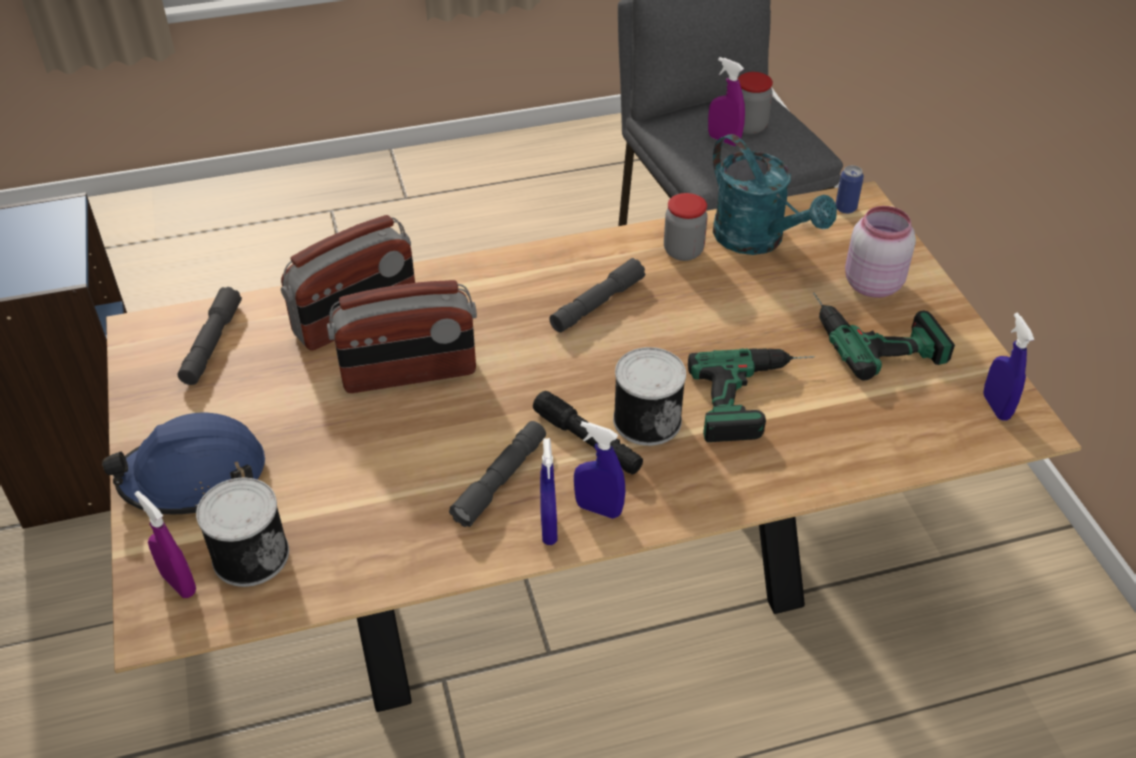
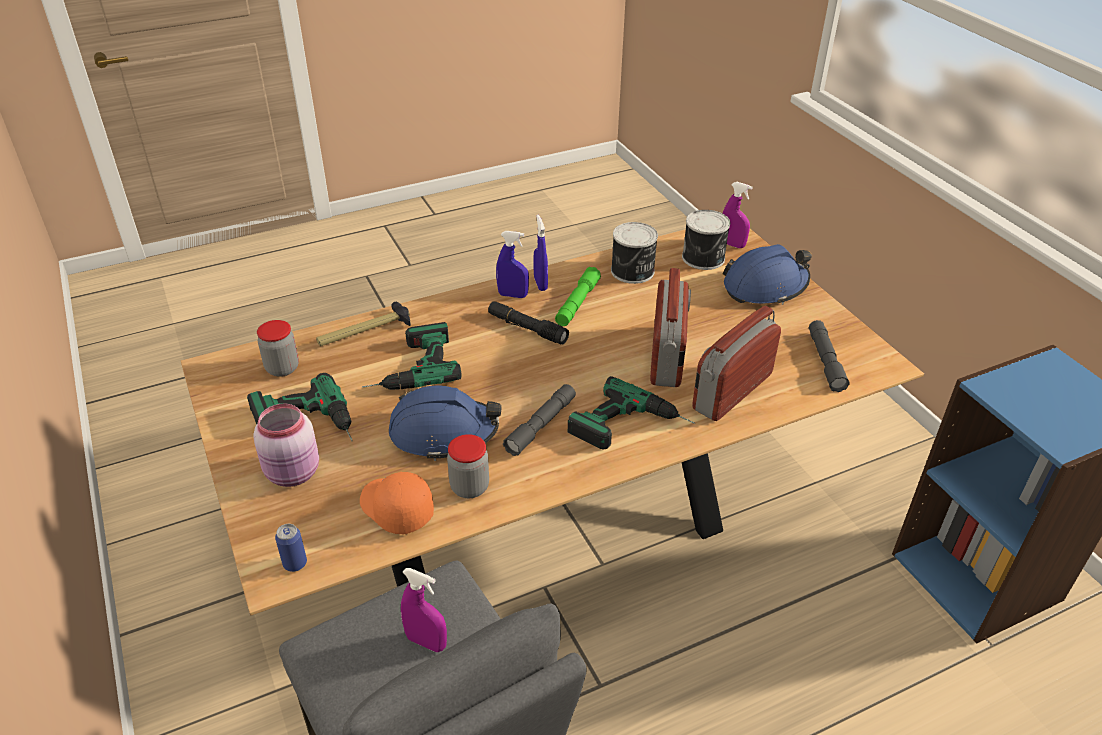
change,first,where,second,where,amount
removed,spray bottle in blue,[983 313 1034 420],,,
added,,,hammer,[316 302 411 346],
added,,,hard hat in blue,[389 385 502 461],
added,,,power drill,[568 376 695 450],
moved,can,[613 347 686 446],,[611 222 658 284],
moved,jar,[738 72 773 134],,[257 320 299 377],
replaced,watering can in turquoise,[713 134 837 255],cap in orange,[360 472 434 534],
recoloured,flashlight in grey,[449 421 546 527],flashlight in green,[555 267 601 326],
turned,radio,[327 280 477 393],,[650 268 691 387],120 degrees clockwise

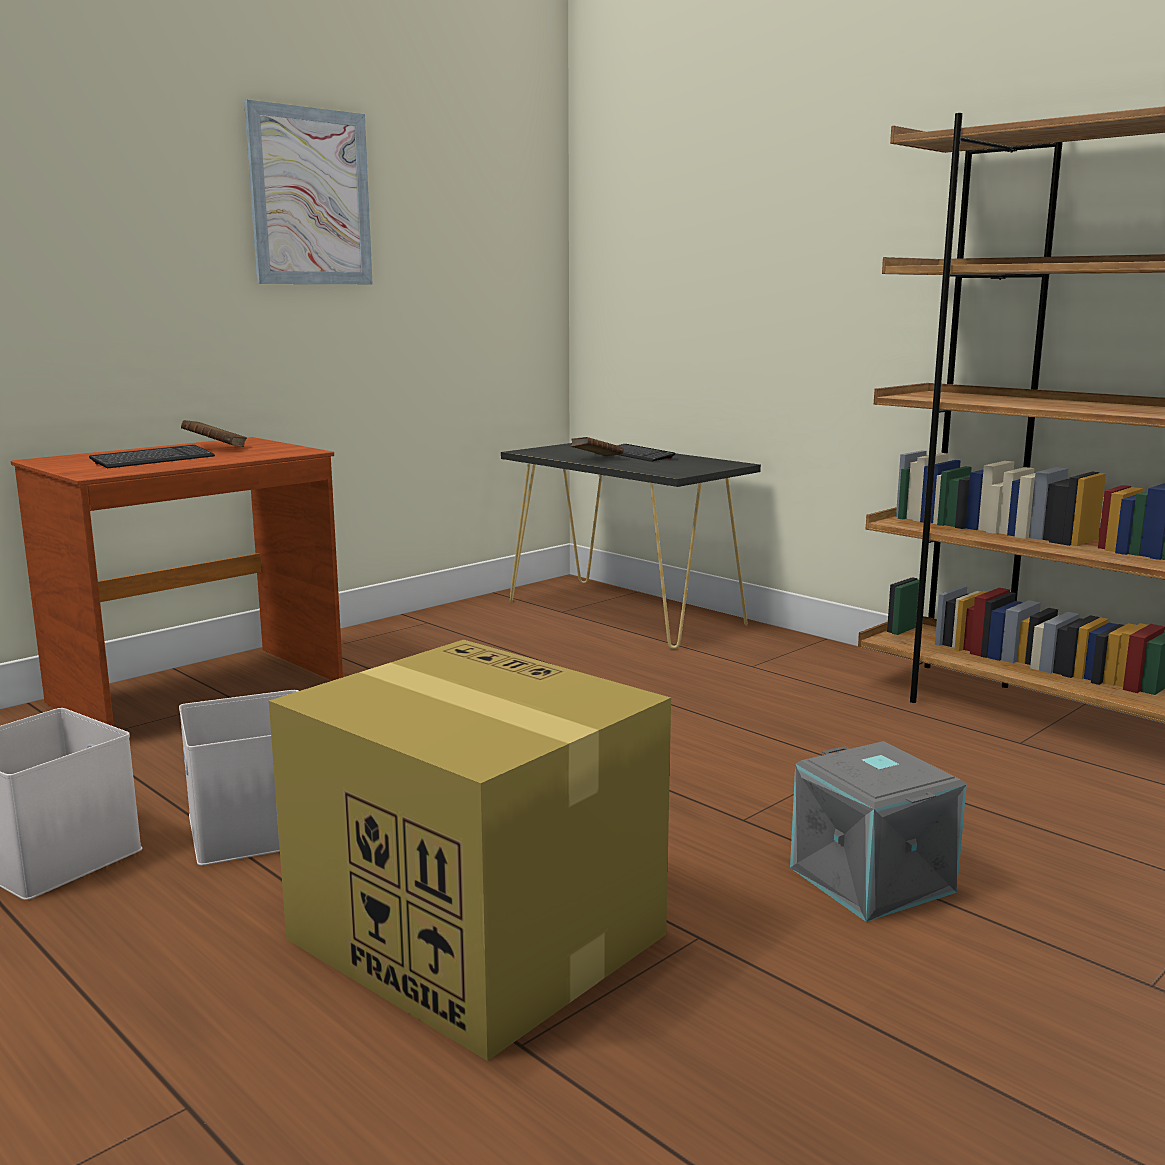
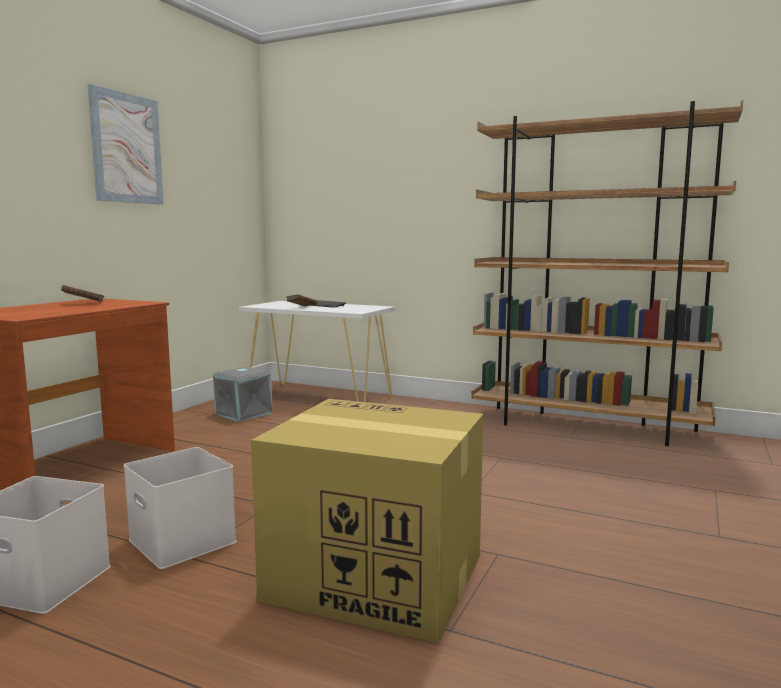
change,first,where,second,where,amount
removed,keyboard,[89 445 215 468],,,
moved,storage box in grey,[790 741 967 922],,[213 367 272 422],
recoloured,console table in black,[501 443 761 649],console table in white,[239 301 395 402],

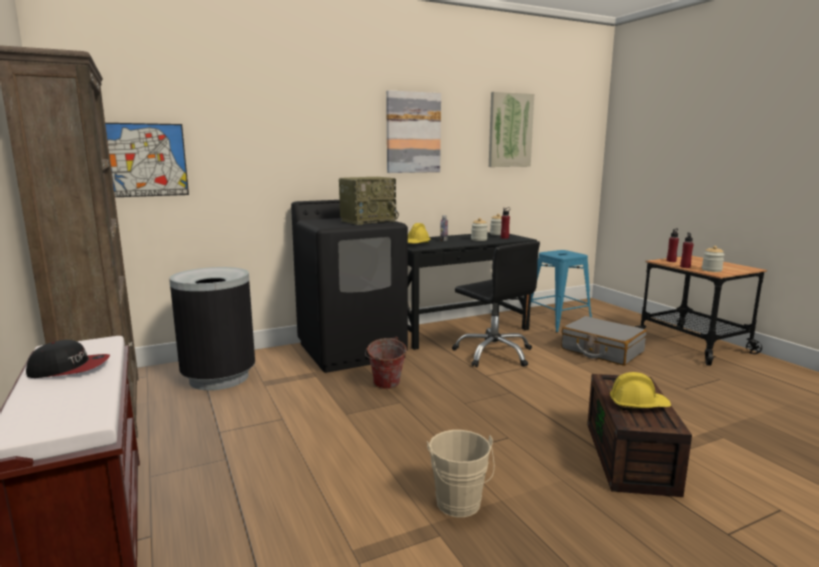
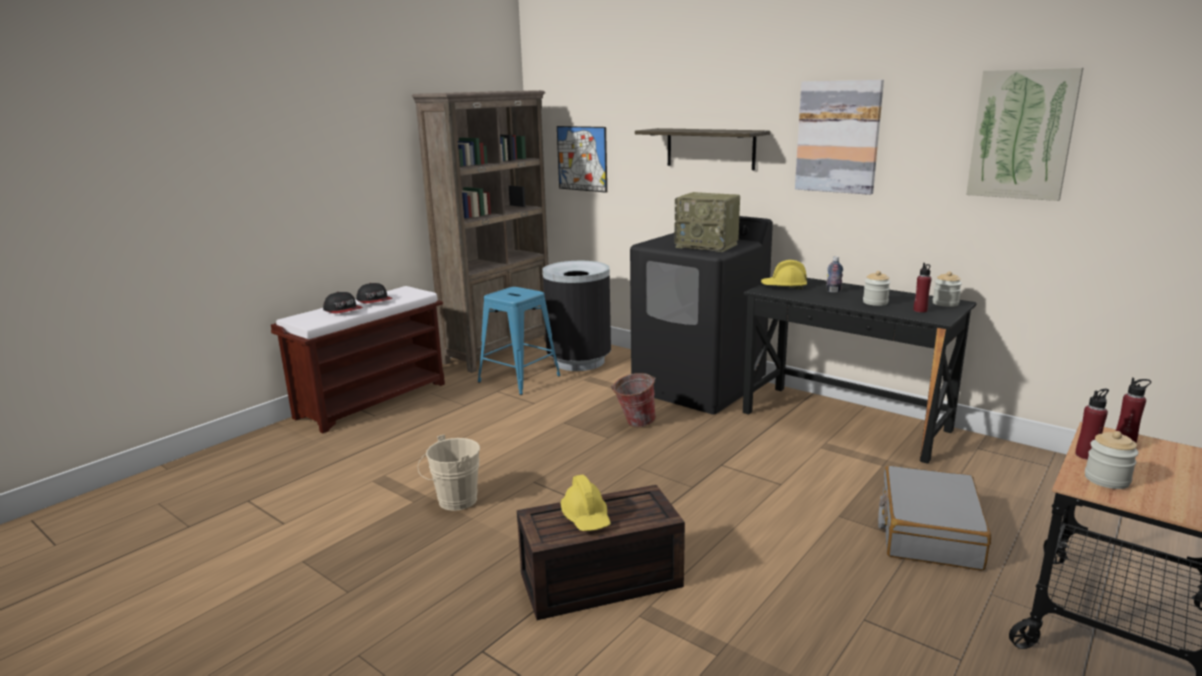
change,first,where,second,where,amount
removed,office chair in black,[452 241 540 367],,,
added,,,cap,[323 292 363 313],
added,,,shelf,[635 128 770 170],
moved,stool in blue,[531 250 592 332],,[478 287 561 395],

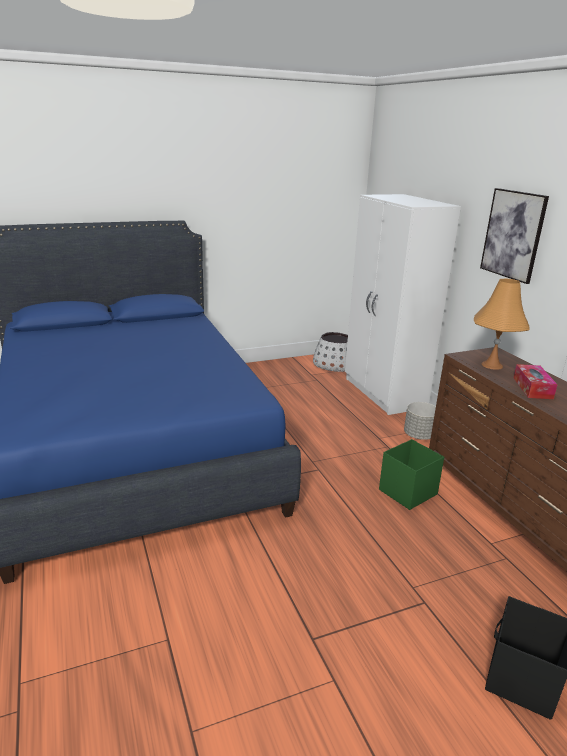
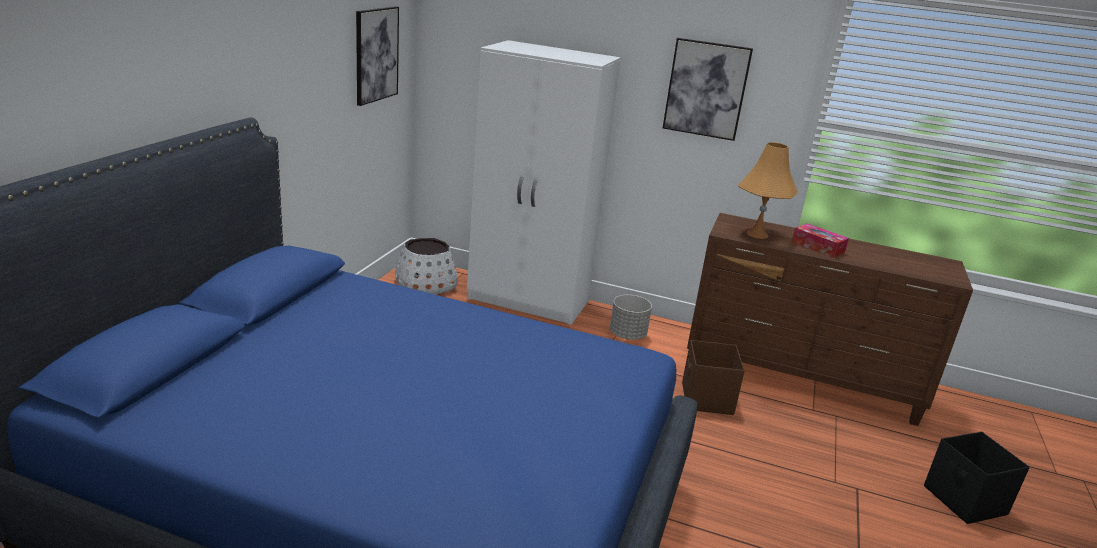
change,first,where,second,where,amount
added,,,picture,[356 6 399 106],
recoloured,storage box in green,[379 439 444 510],storage box in brown,[682 340 745 415],

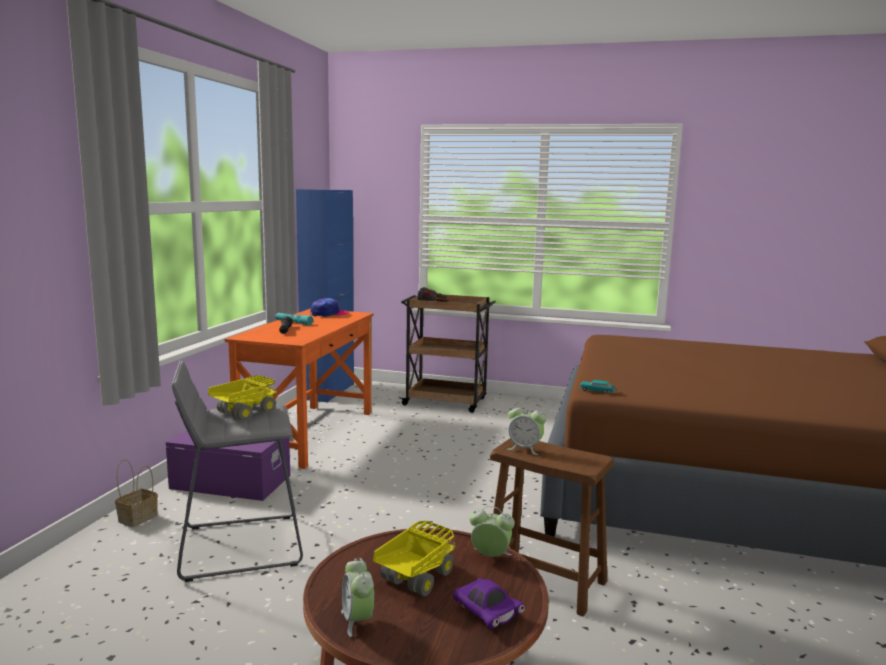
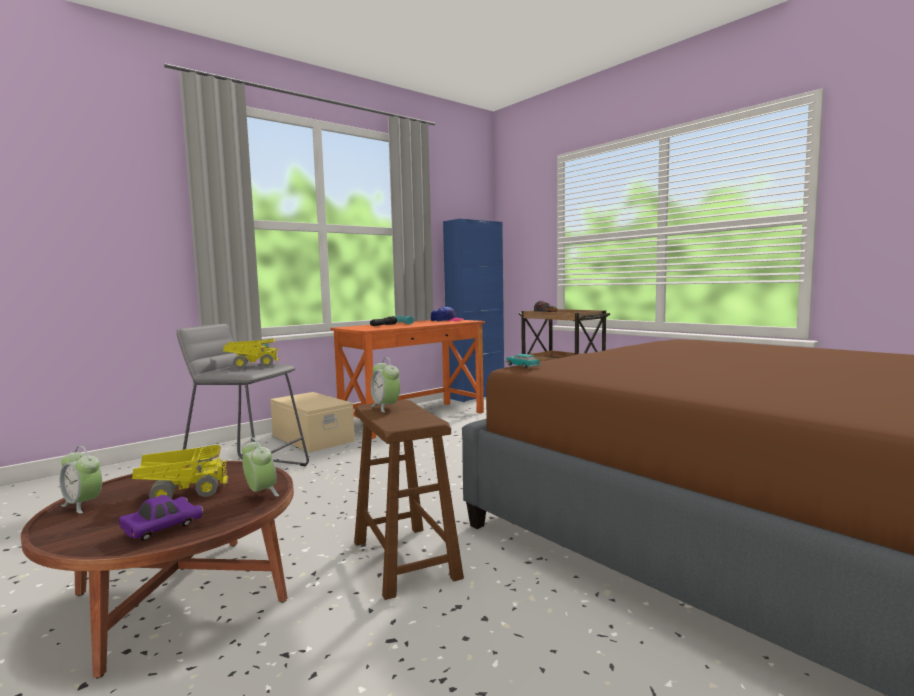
change,first,where,second,where,amount
removed,basket,[115 459 158 527],,,
recoloured,storage box in purple,[166 430 290 501],storage box in beige,[270 392 355 453],
turned,alarm clock,[341 558 374 637],,[60 446 102 513],75 degrees counterclockwise
turned,toy car in purple,[453 578 525 629],,[119 495 203 541],135 degrees counterclockwise

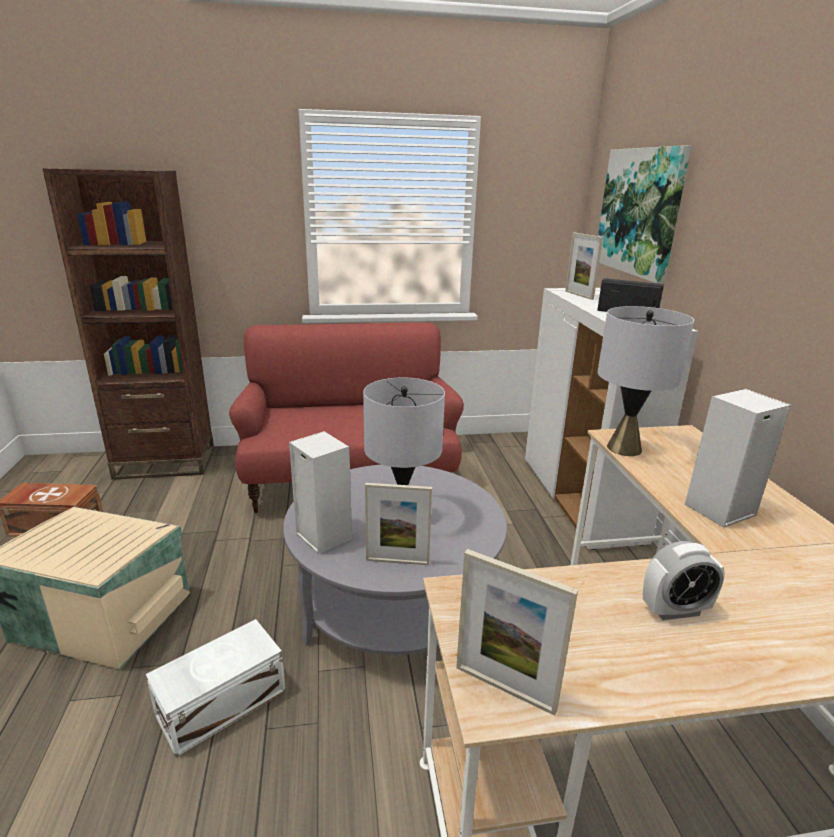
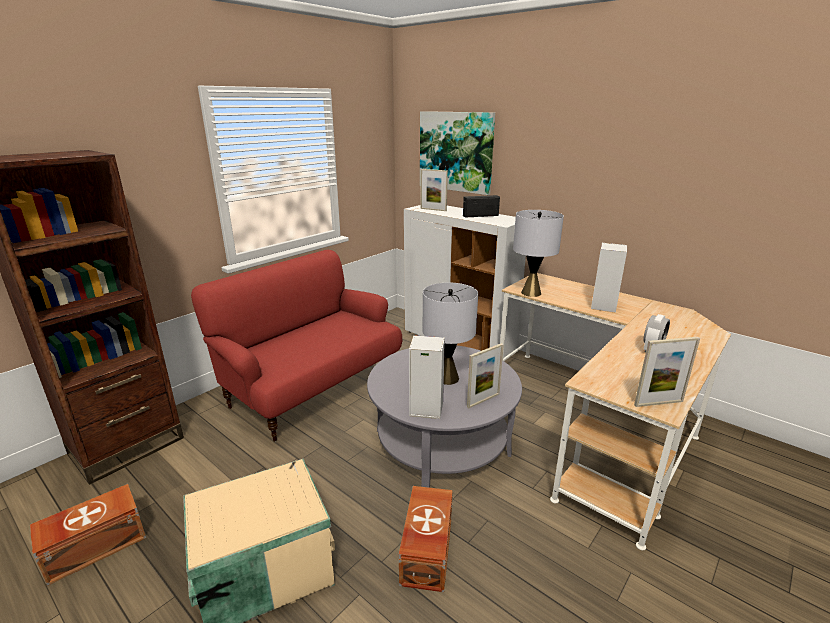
change,first,where,second,where,amount
recoloured,storage box in white,[145 619 286 757],storage box in brown,[399 486 453 592],

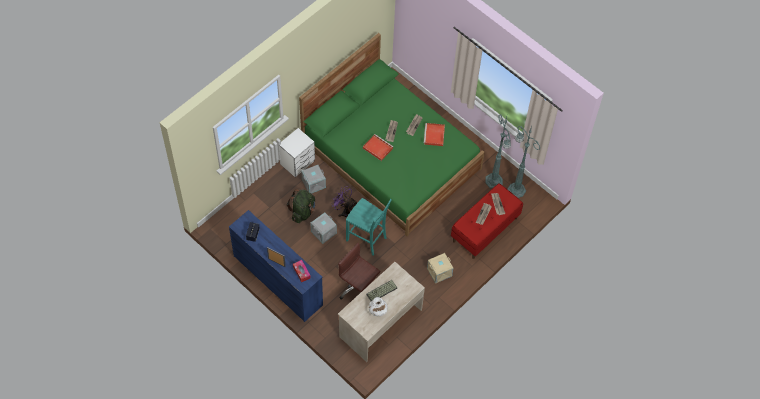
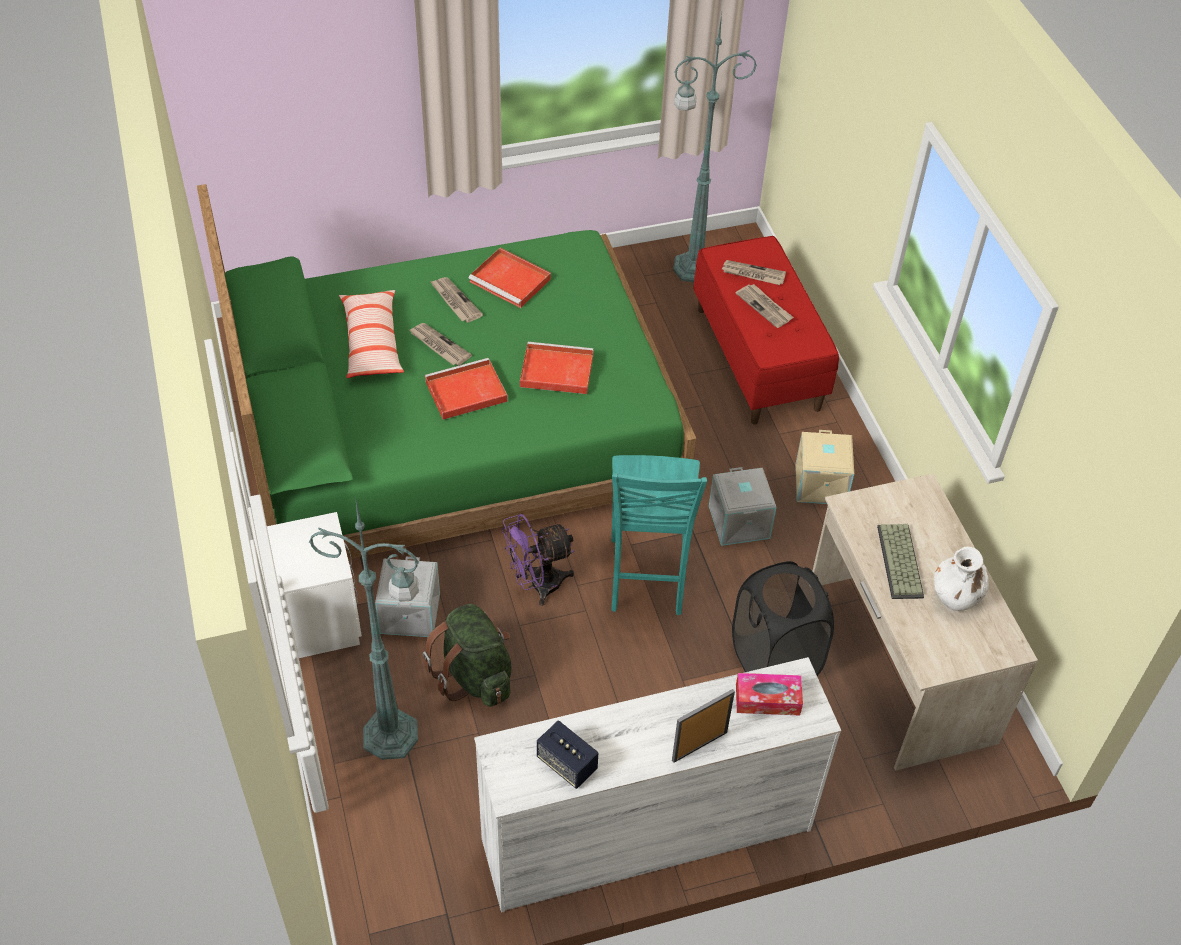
change,first,where,second,where,amount
added,,,pillow,[339 290 404 378],
added,,,tray in red,[520 342 594 394],
moved,storage box in grey,[310 212 337 244],,[709 467 777 546],
moved,floor lamp in green,[485 114 511 188],,[309 496 419 760],
replaced,office chair in brown,[338 243 380 300],laundry basket in black,[732 561 834 676],
recoloured,dresser in blue,[229 210 323 322],dresser in white,[474 657 841 913],
turned,chair in turquoise,[346 198 392 256],,[611 455 707 615],120 degrees clockwise

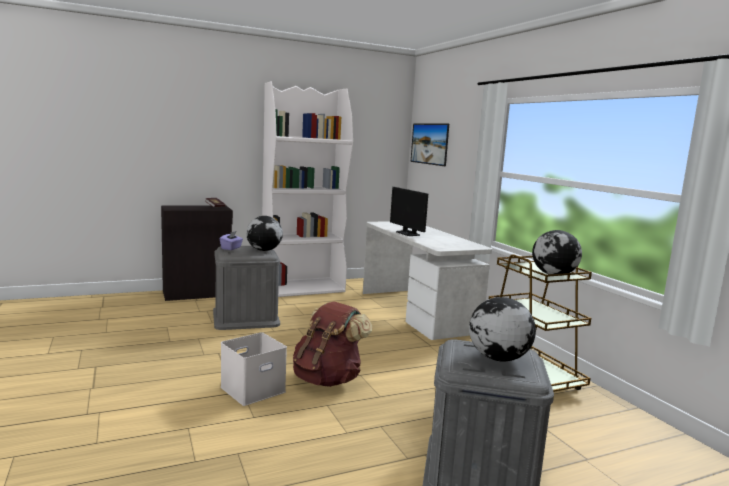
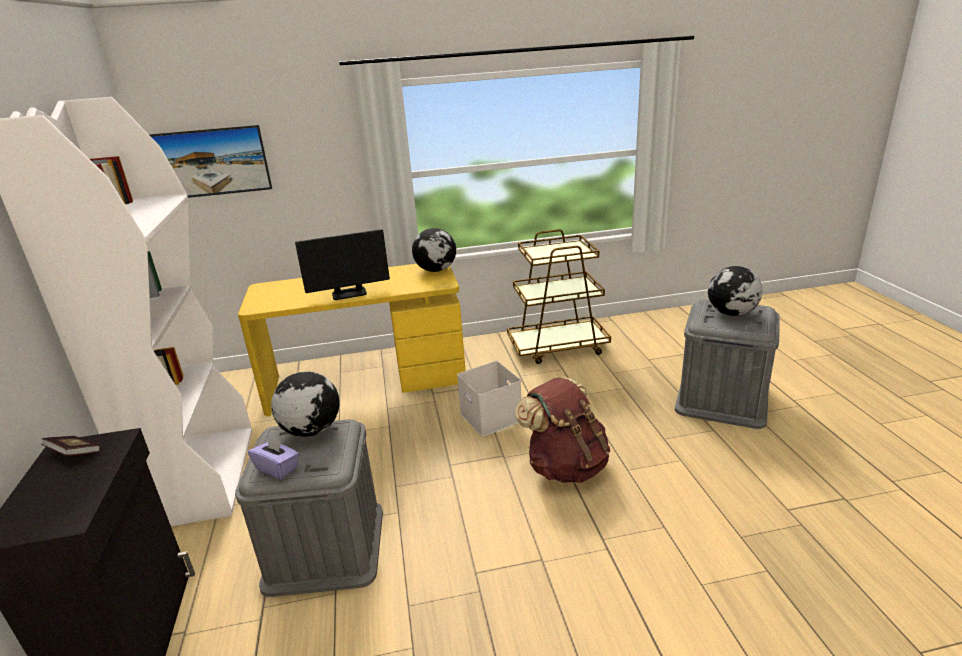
change,first,where,second,where,amount
moved,storage box in white,[220 332 287 406],,[457 361 521 436],
moved,globe,[532 230 582 275],,[412 228 456 272],
recoloured,desk in white,[363 221 492 340],desk in yellow,[238 264 466 416],

